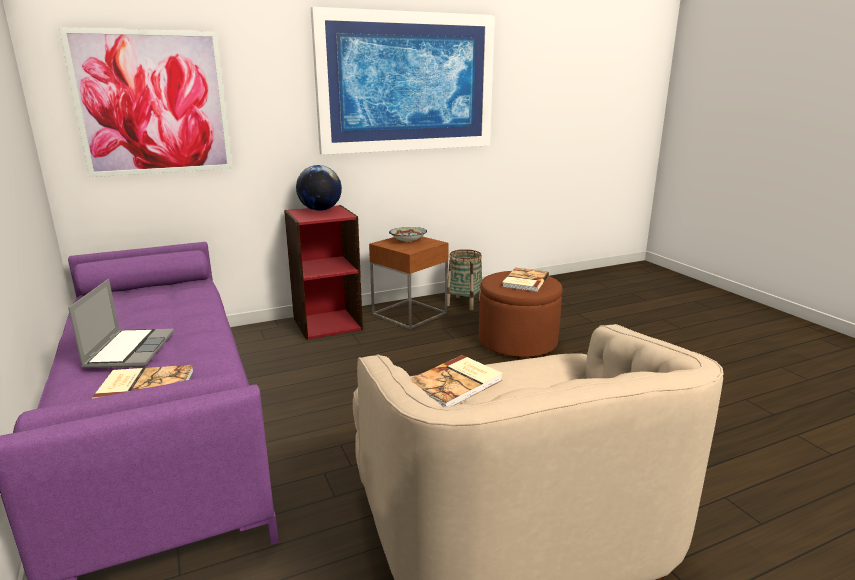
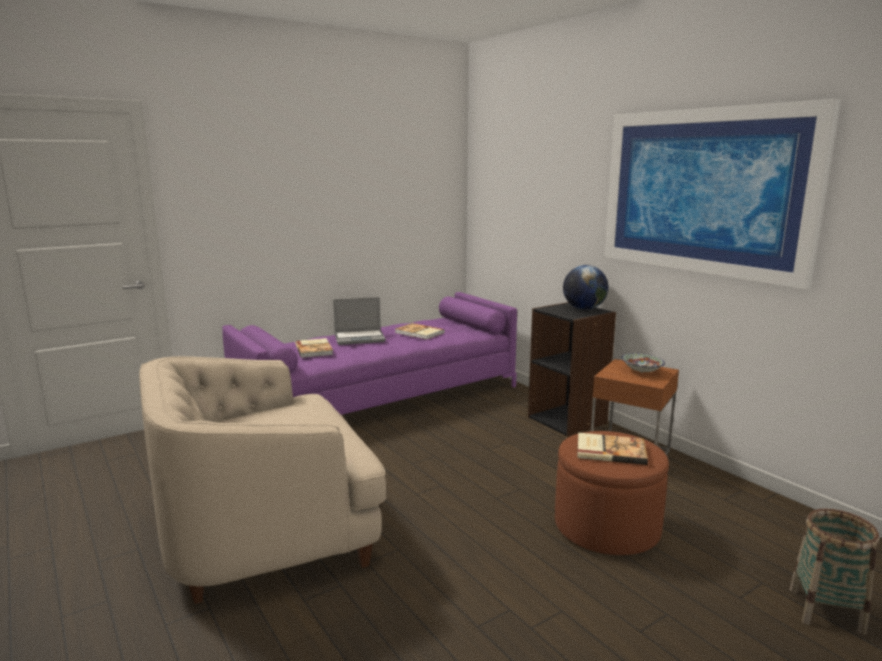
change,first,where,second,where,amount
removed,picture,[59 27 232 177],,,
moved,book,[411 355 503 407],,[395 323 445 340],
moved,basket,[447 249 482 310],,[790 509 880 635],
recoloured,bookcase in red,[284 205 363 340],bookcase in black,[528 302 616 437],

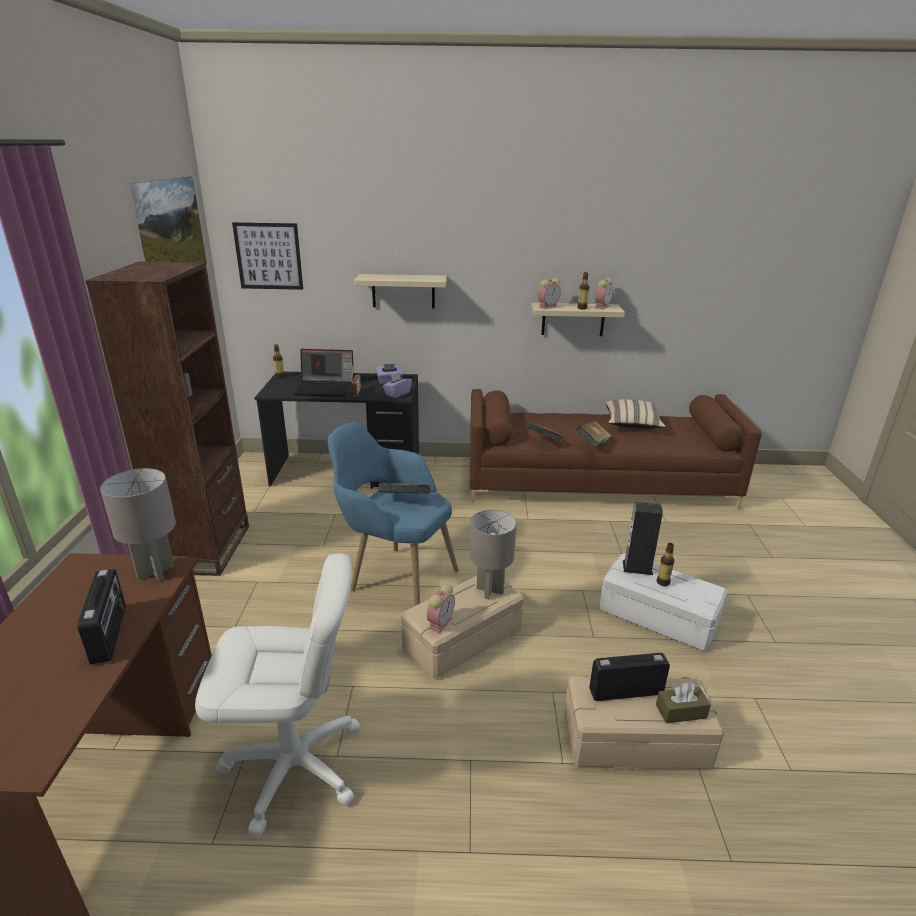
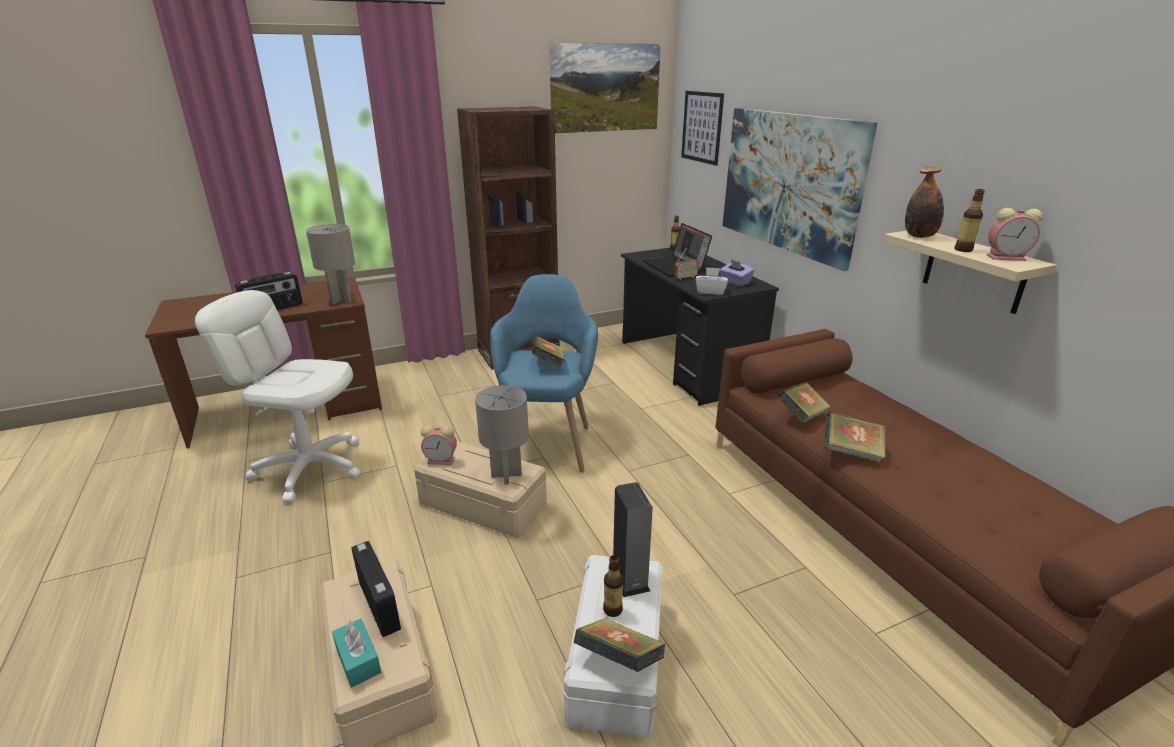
change,first,where,second,where,amount
removed,pillow in beige,[605 399 666 429],,,
added,,,book,[574 618 666 672],
replaced,shelf in beige,[354 274 447 309],picture,[723 108 877 271],
replaced,alarm clock,[538 278 561 309],bottle,[905 167 944 238],
recoloured,tissue box in purple,[383 372 412 398],tissue box in white,[696 267 728 295],
recoloured,tissue box in brown,[656 682 711 723],tissue box in turquoise,[332 619 381 688],
turned,office chair in white,[195 553 361 836],,[195 290 361 503],135 degrees clockwise

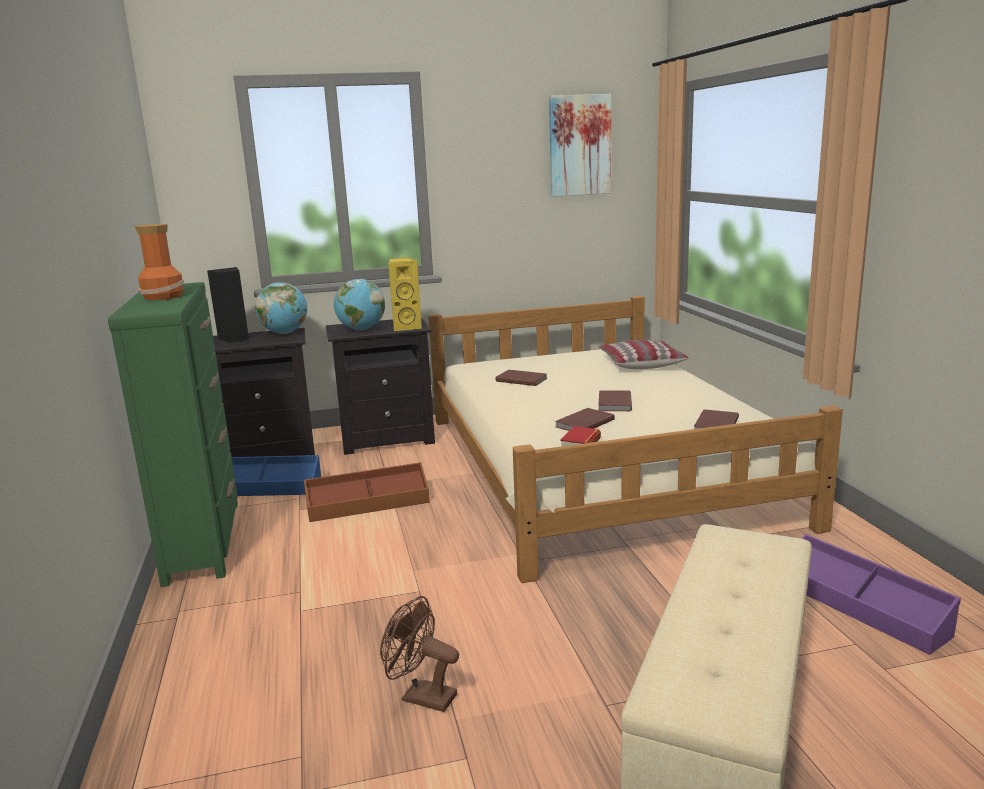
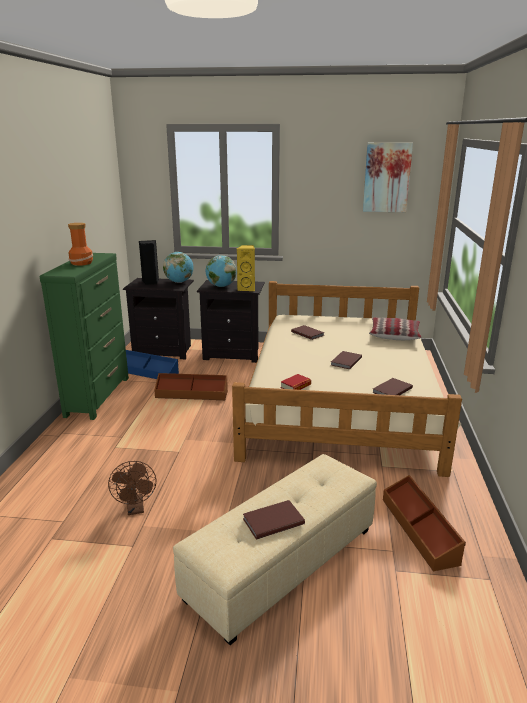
change,first,where,second,where,amount
moved,book in brown,[555 408 615 431],,[243 500 305 540],
recoloured,storage box in purple,[802 534 961 655],storage box in brown,[383 475 466 571],
turned,fan in brown,[380 596 459 712],,[108 461 156 515],150 degrees counterclockwise

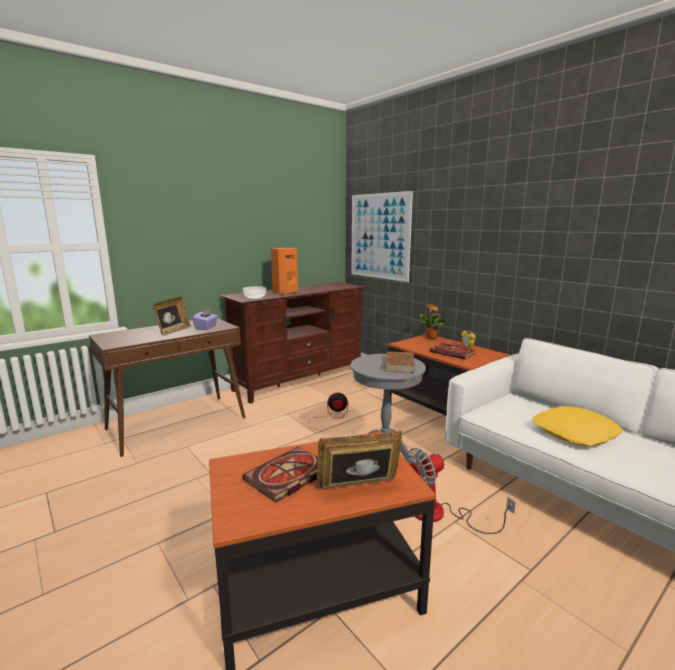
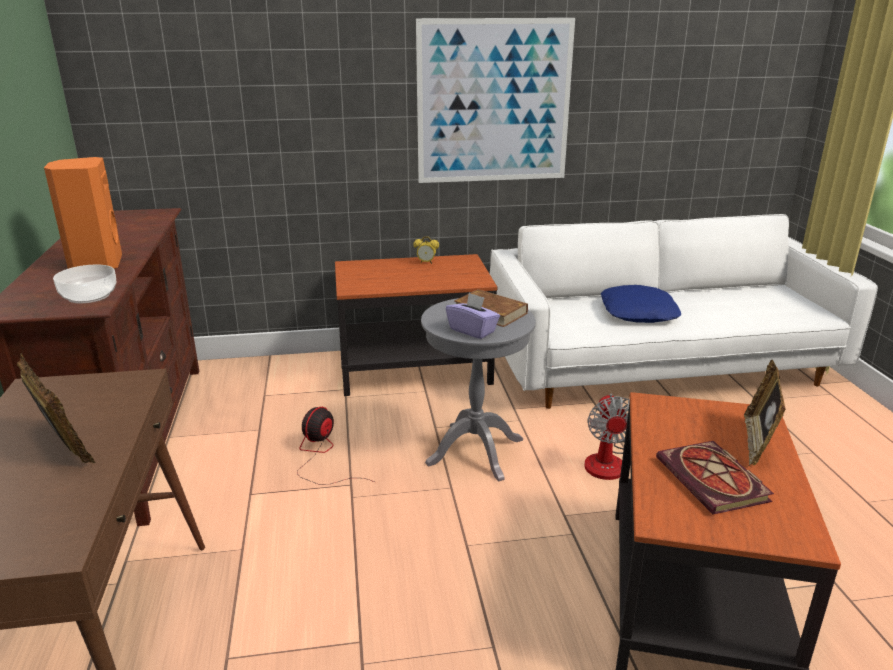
change,first,where,second,where,amount
removed,potted plant,[420 303 448 339],,,
removed,book,[430 343 475 359],,,
moved,tissue box in purple,[192 308 218 330],,[446 293 500 339],
moved,picture,[351 191 413 282],,[416 18 575 183],
recoloured,pillow in yellow,[532 406 623 446],pillow in blue,[601 285 681 323],

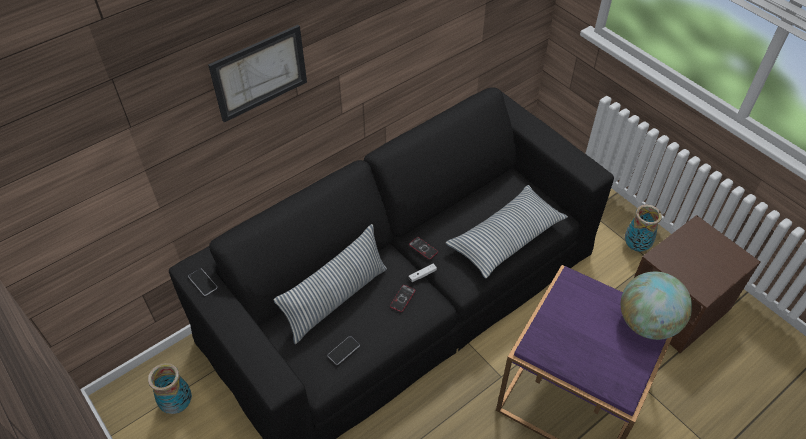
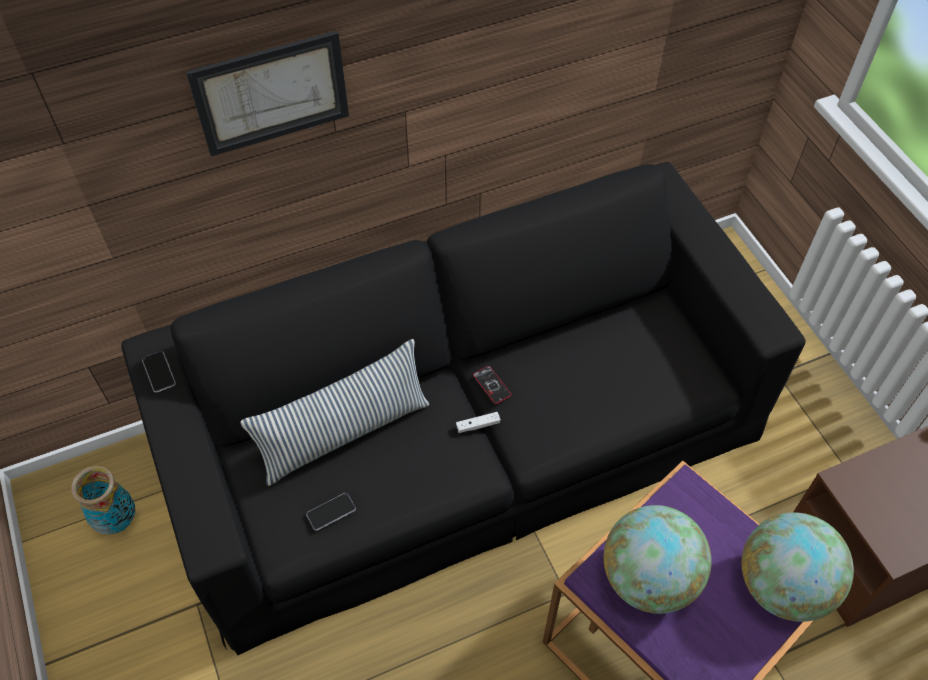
change,first,where,second,where,amount
removed,phone,[390 285 416 312],,,
removed,pillow,[446 185 568 278],,,
removed,vase,[625 204 662 252],,,
added,,,globe,[604 505 712 614],

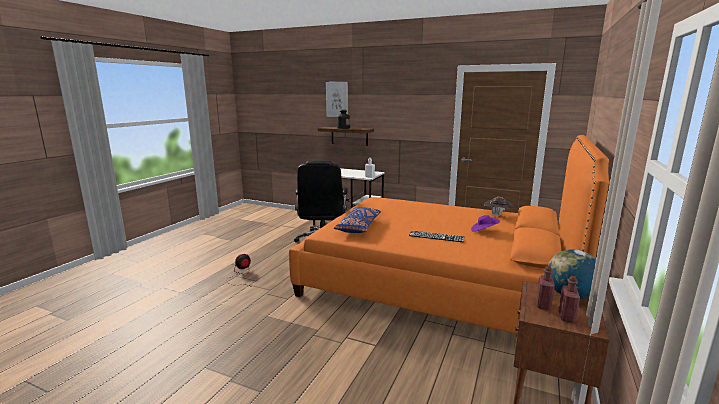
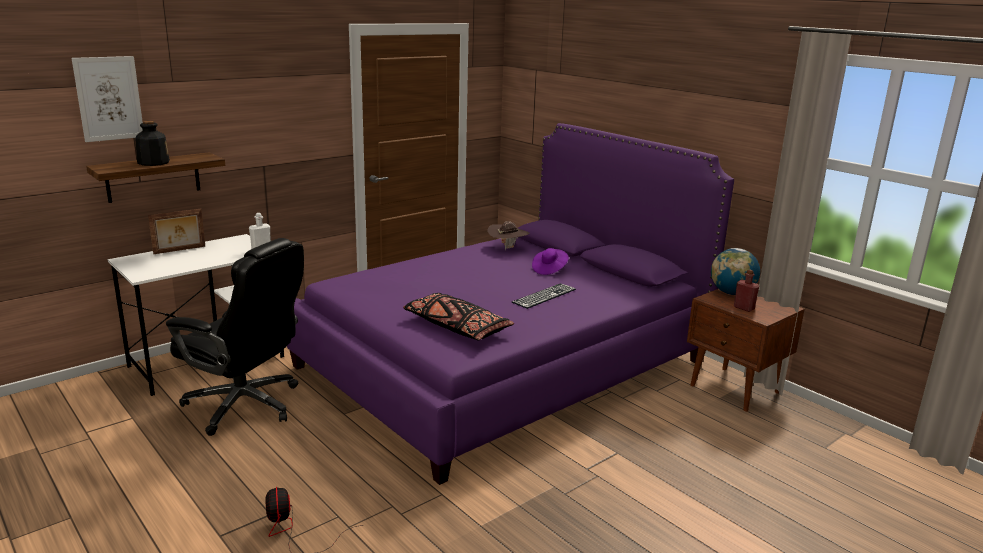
change,first,where,second,where,amount
removed,bottle in red,[558 276 580 323],,,
added,,,picture frame,[148 209 206 254],
recoloured,bed in orange,[289 135 609 334],bed in purple,[287 123 734 485],
recoloured,pillow in blue,[334 207 381 233],pillow in black,[403 293 514 340],

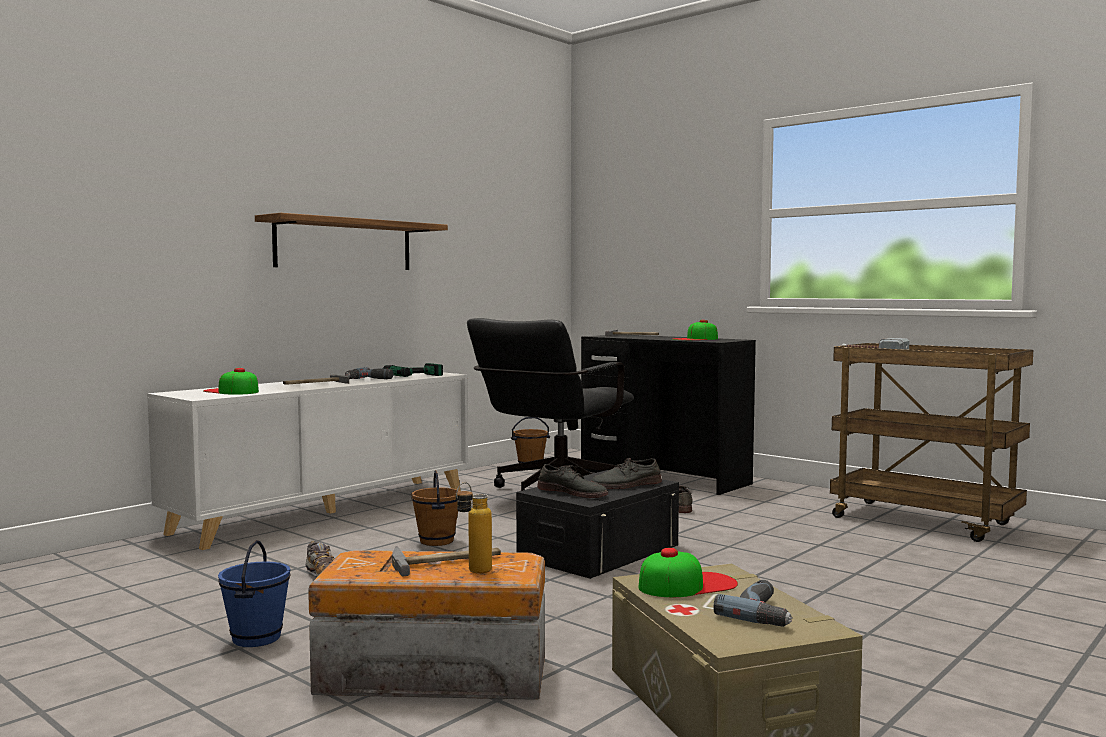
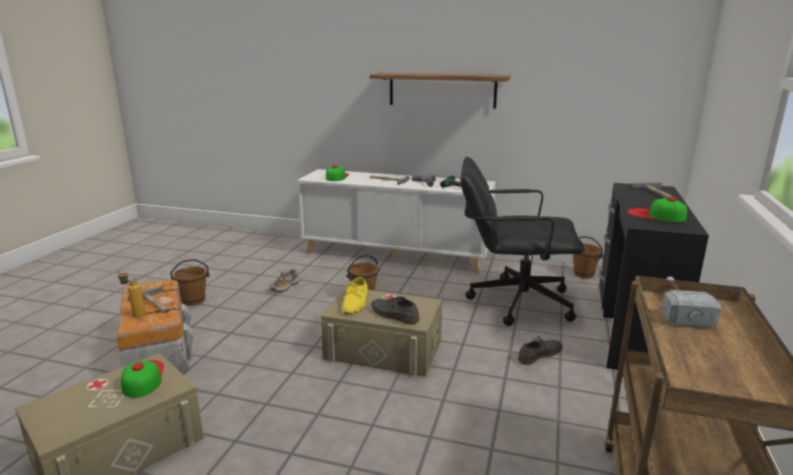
change,first,where,second,where,amount
removed,power drill,[714 580 793 627],,,
recoloured,bucket in blue,[218 540 291 647],bucket in brown,[170 259 209 306],
recoloured,storage box in black,[516 470 679 579],storage box in beige,[321 287 442 377],
recoloured,shoe in grey,[537 464 608 498],shoe in yellow,[342 277 368 314],
turned,cap,[638 548 738 597],,[121 360 164 398],150 degrees counterclockwise

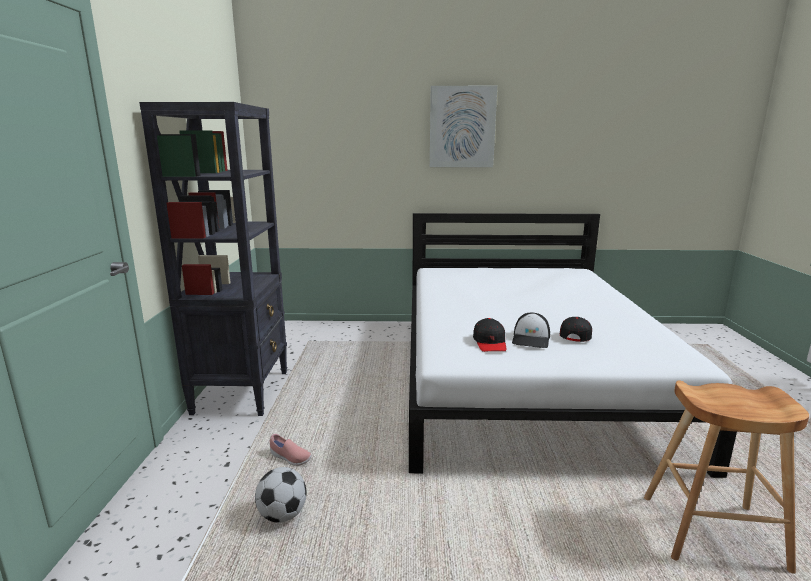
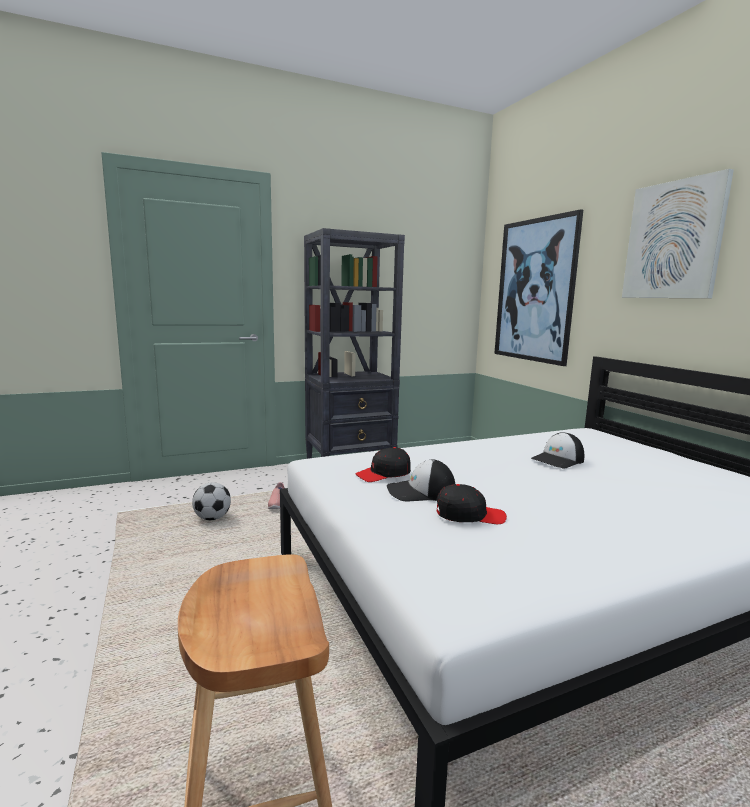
change,first,where,second,where,amount
added,,,picture,[494 209 583 366],
added,,,cap,[531 432 584 469],

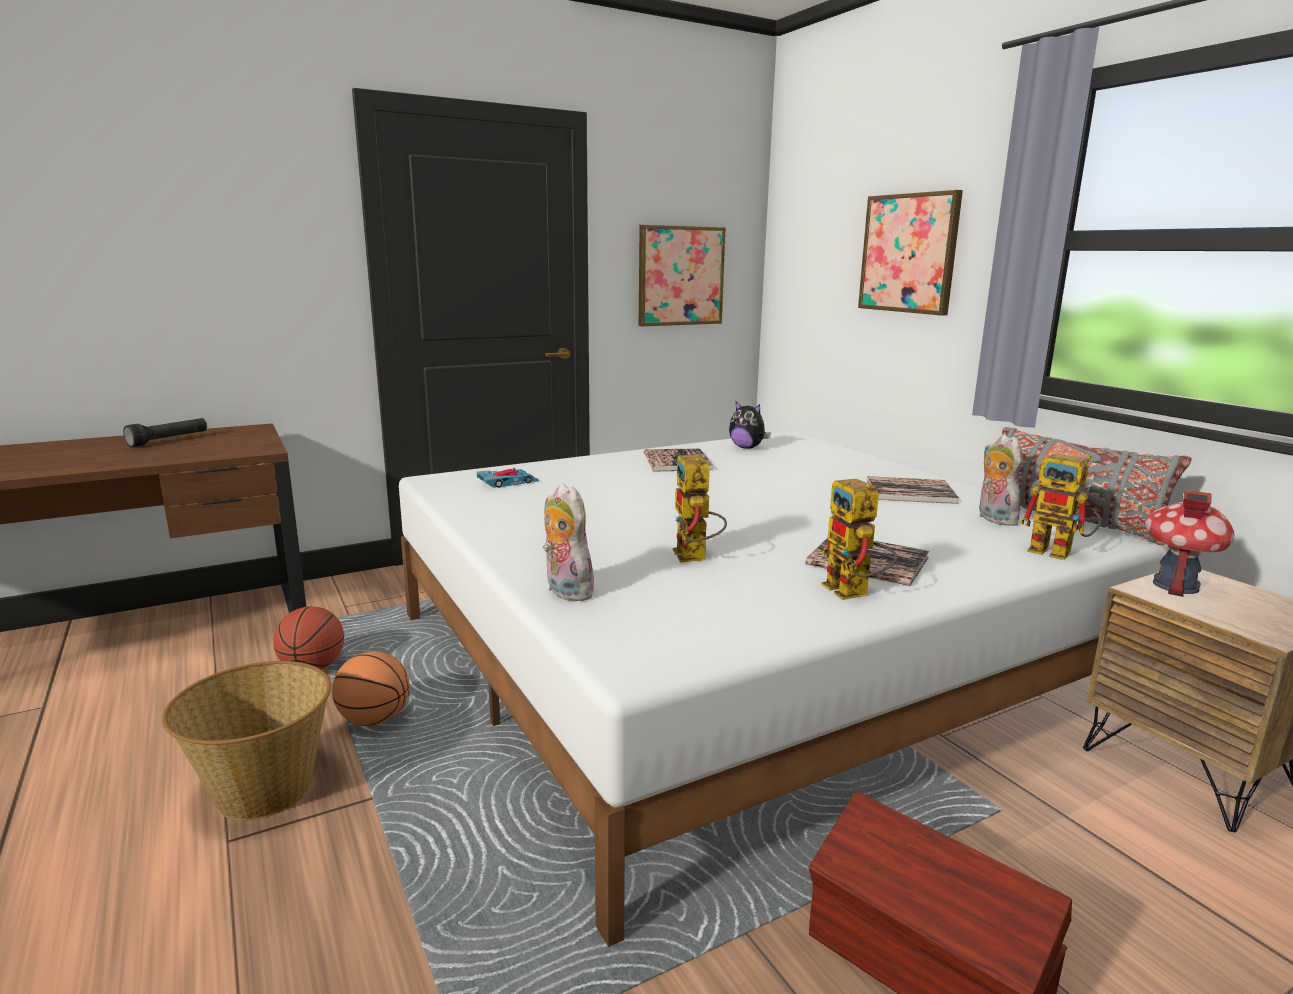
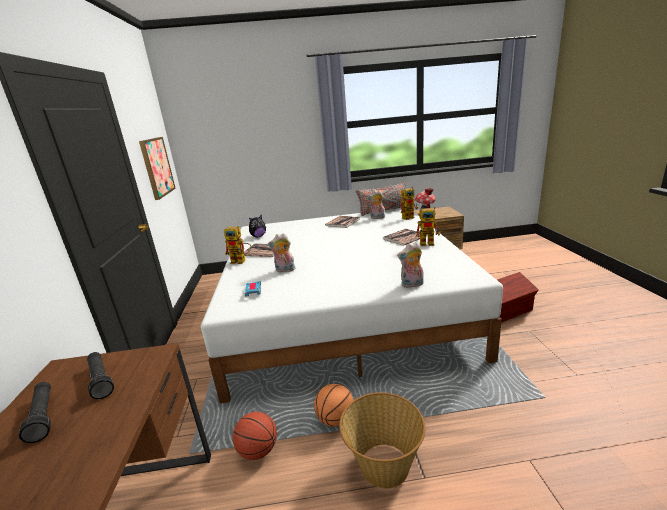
change,first,where,second,where,amount
removed,picture,[858 190 963 316],,,
added,,,flashlight in black,[87 352 114 399],
added,,,plush toy,[268 233 296 272],
moved,toy robot,[673 455 727 562],,[224 226 251 264],

